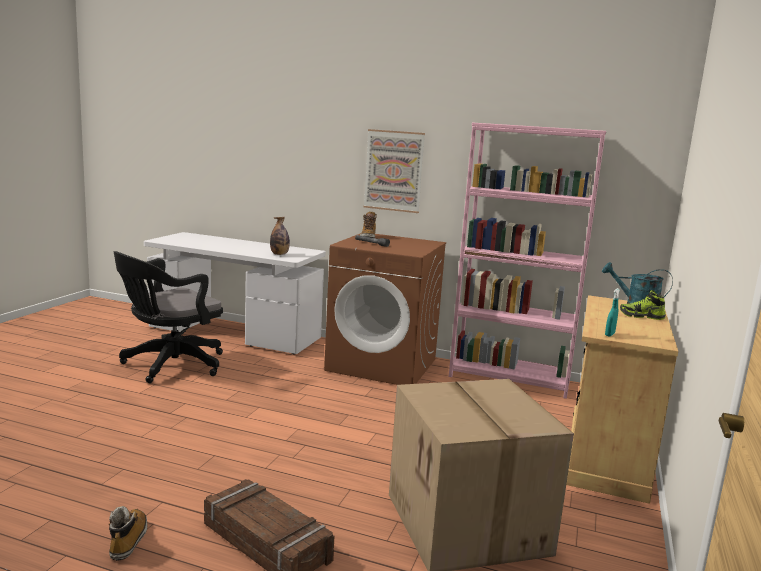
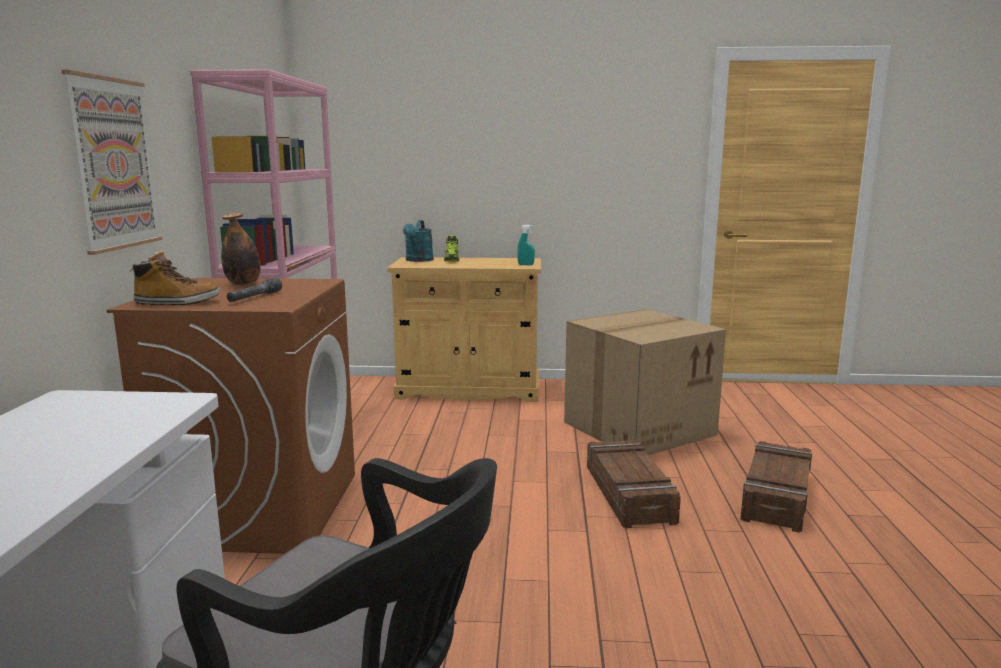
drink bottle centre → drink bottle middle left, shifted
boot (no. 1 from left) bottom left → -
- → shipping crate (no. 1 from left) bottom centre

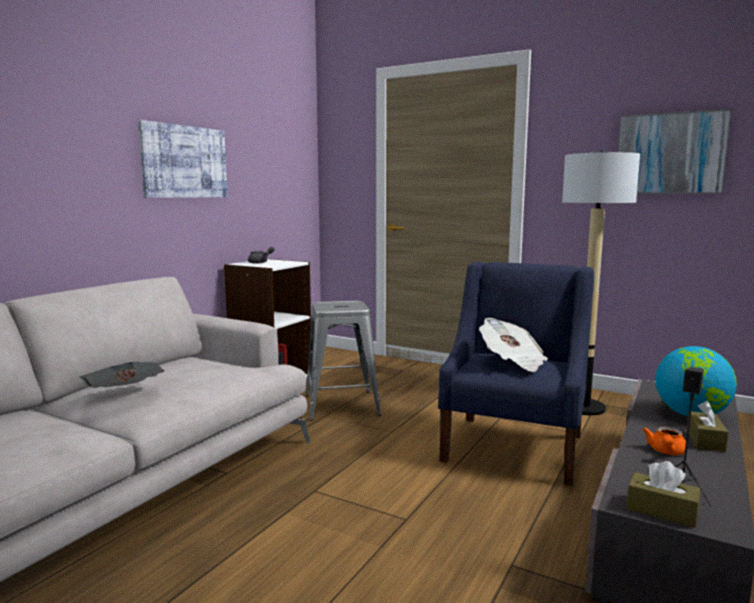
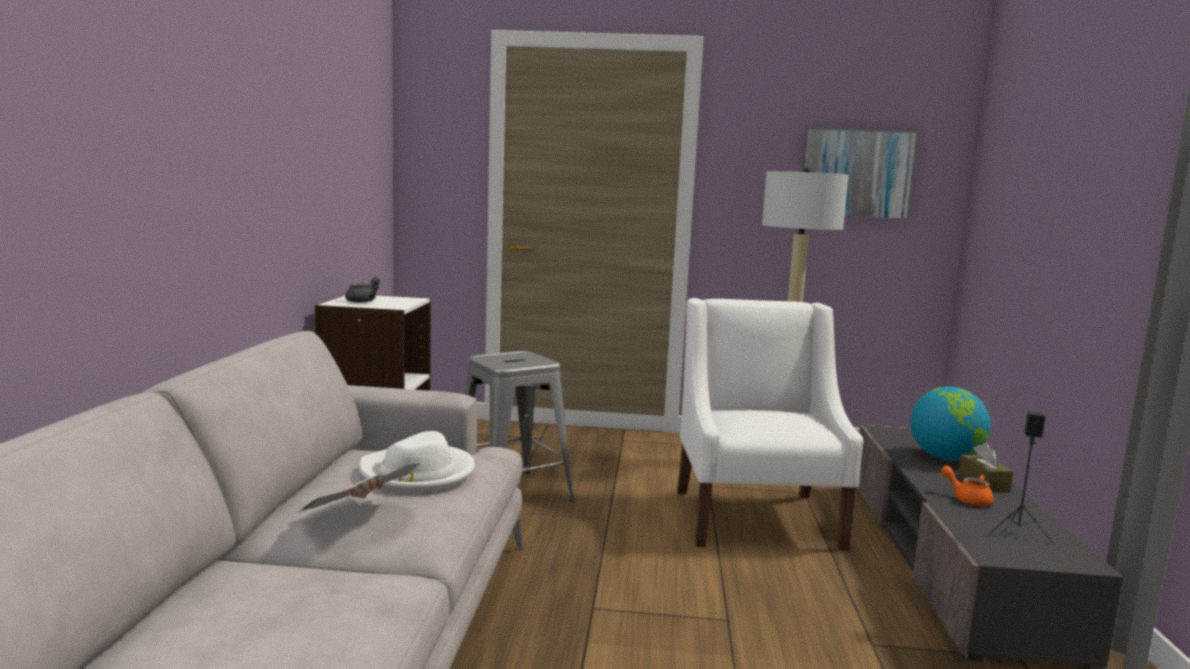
wall art (no. 1 from left) top left → -
lounge chair/blue middle right → lounge chair/white centre
newspaper (no. 2 from left) middle right → -
teapot/orange-coloured bottom right, 135 degrees clockwise
box of tissues/brownish (no. 1 from left) bottom right → -
- → clothing hat/white bottom centre

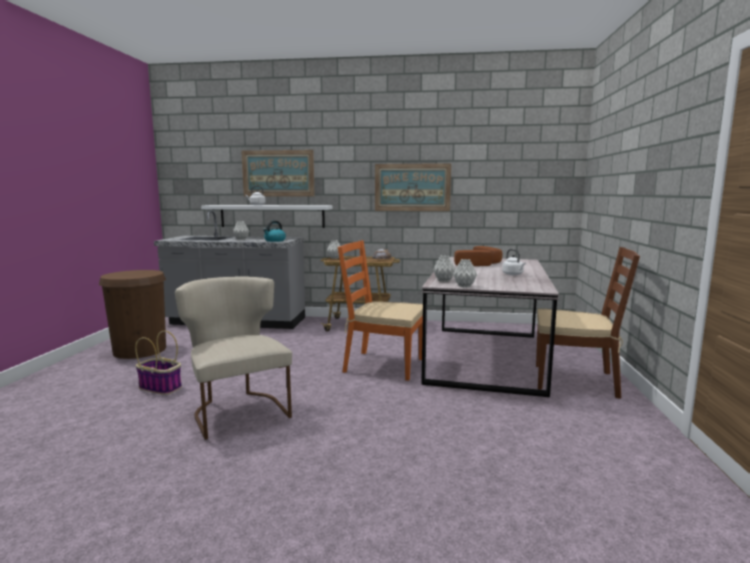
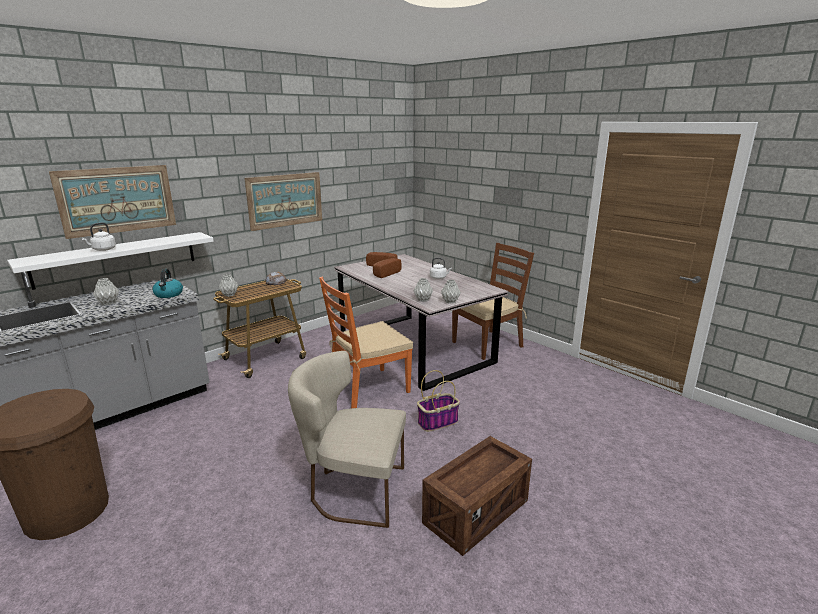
basket middle left → basket centre, shifted
- → shipping crate bottom centre

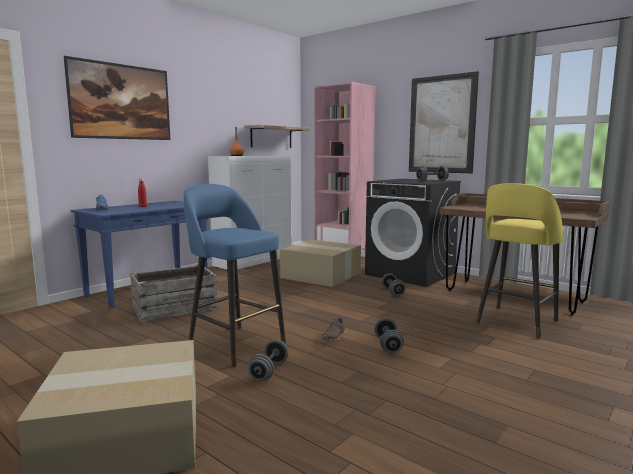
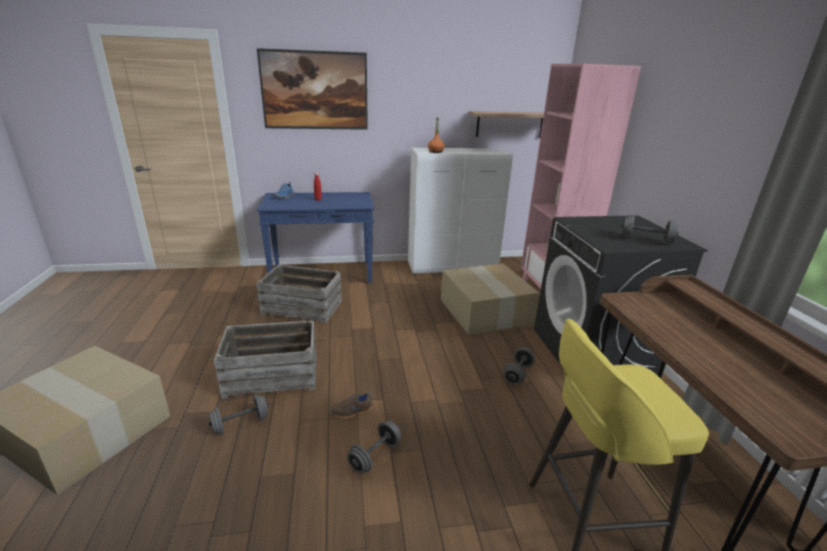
wall art (no. 2 from left) top right → -
sitting stool/blue centre → shipping crate (no. 1 from left) middle left

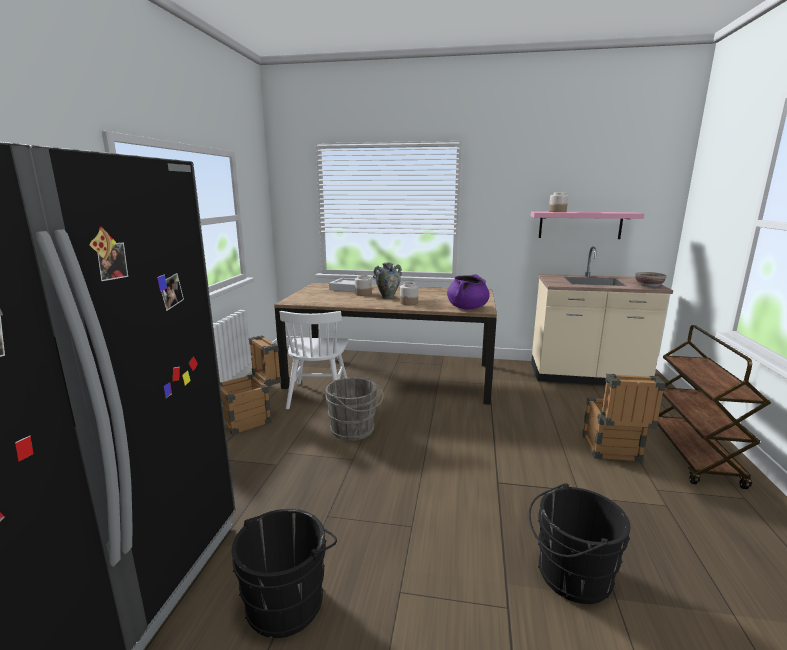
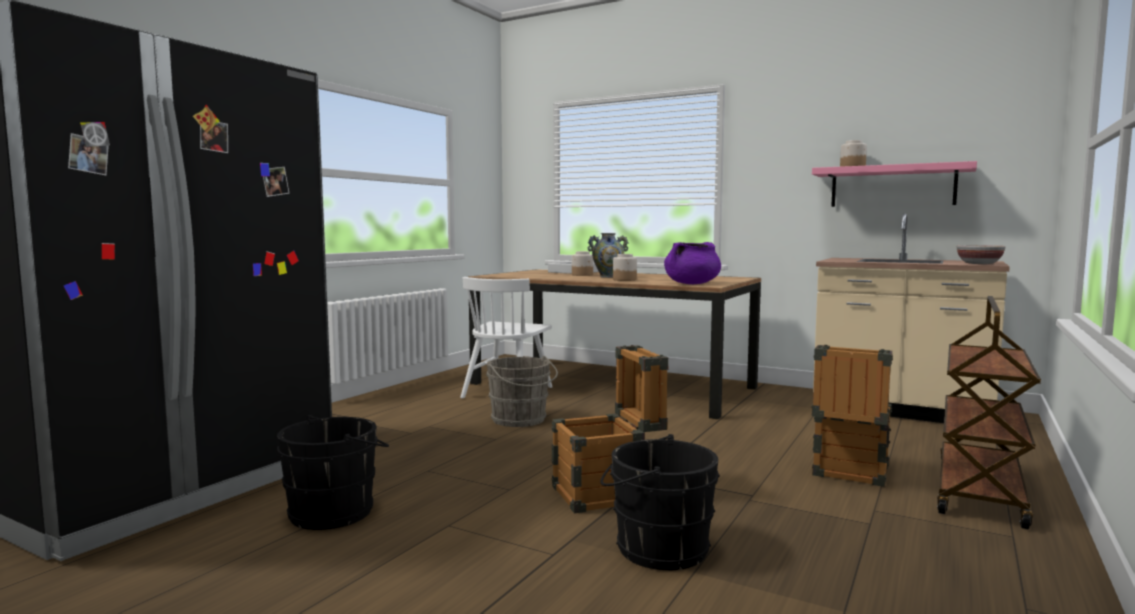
shipping crate (no. 1 from left) middle left → shipping crate (no. 1 from left) bottom centre, shifted

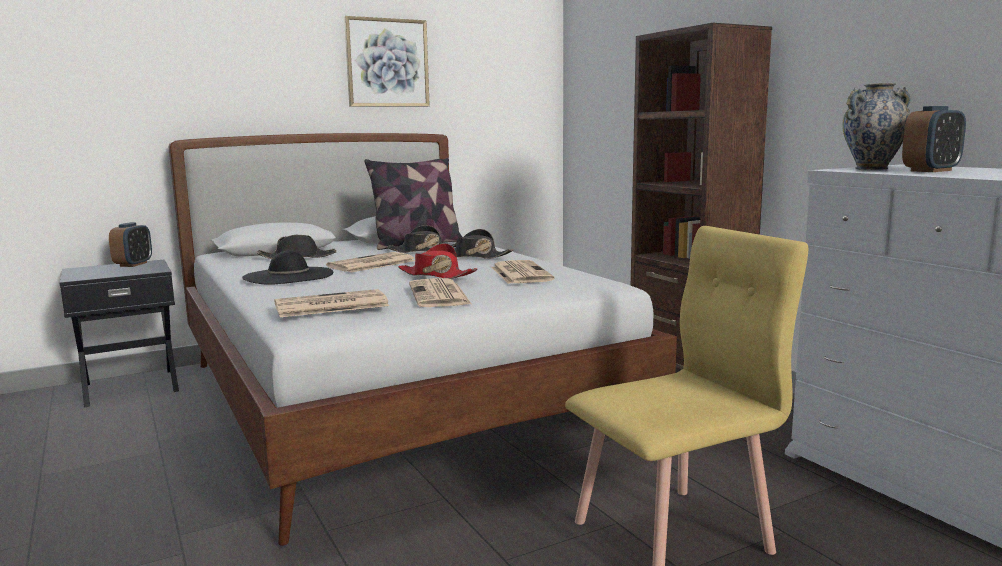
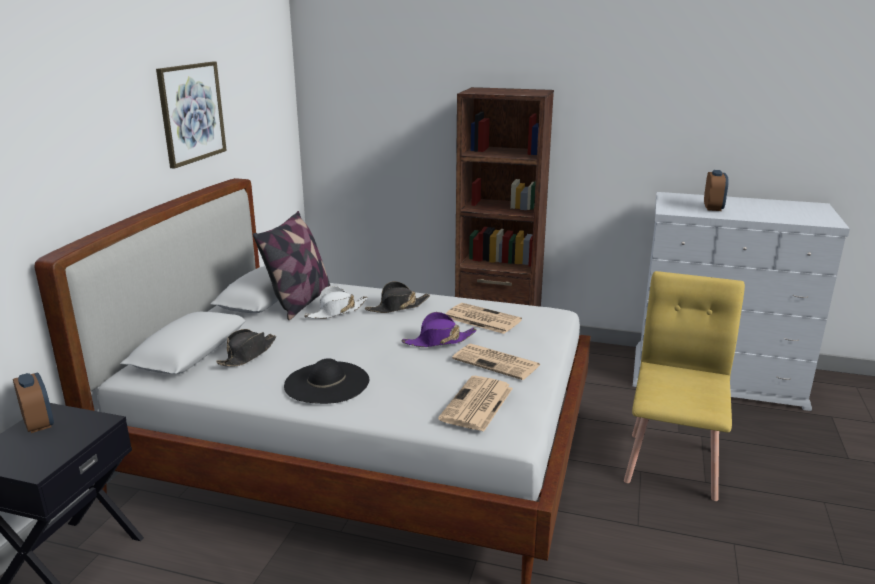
vase top right → -
clothing hat/blackish (no. 3 from left) centre → clothing hat/white centre
clothing hat/red-coloured centre → clothing hat/purple-coloured centre
newspaper (no. 2 from left) centre → -

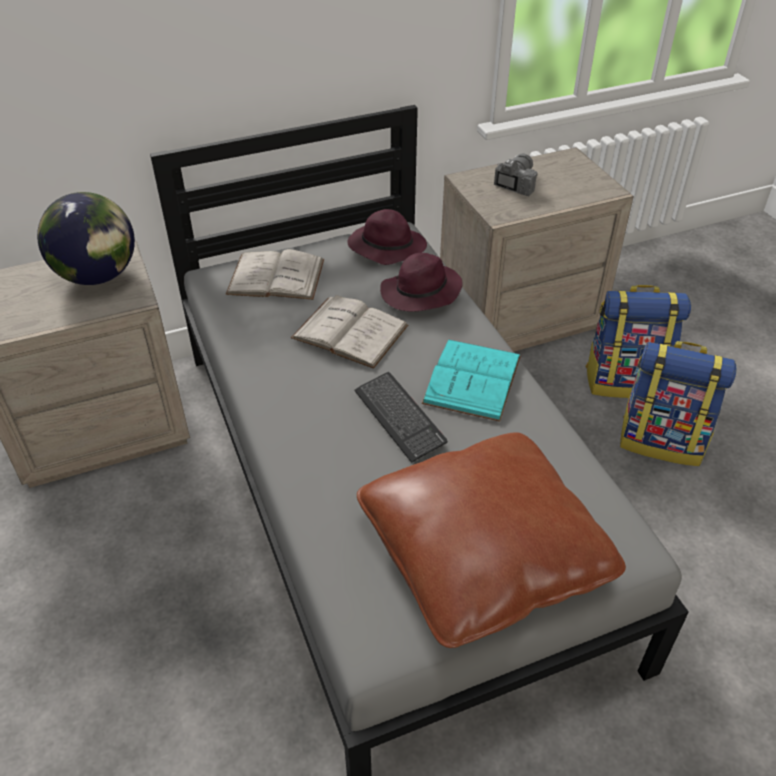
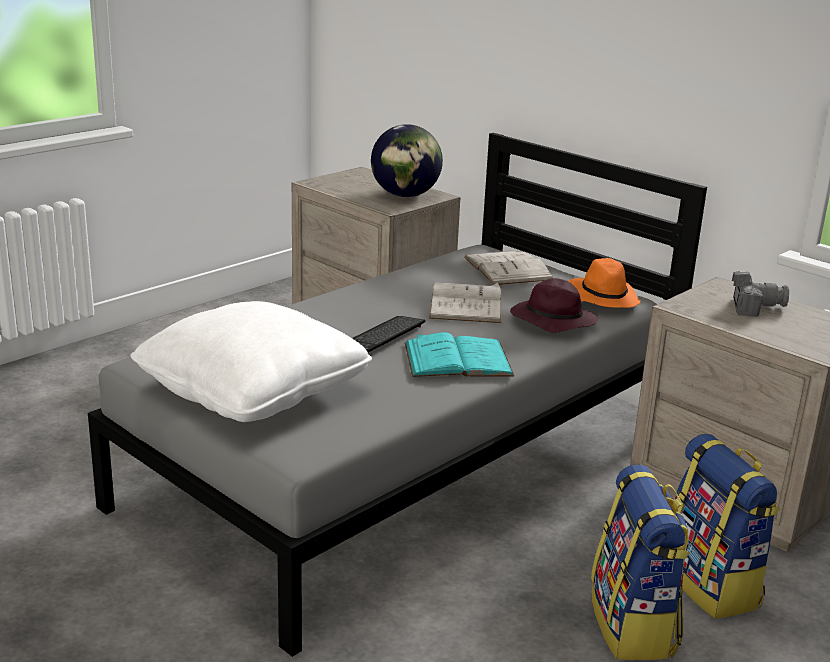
clothing hat/purple-coloured (no. 1 from left) top centre → clothing hat/orange-coloured middle right
cushion/brownish bottom centre → cushion/white middle left

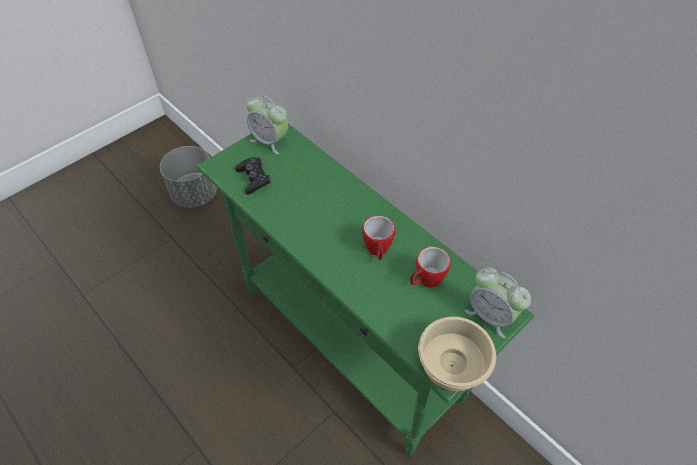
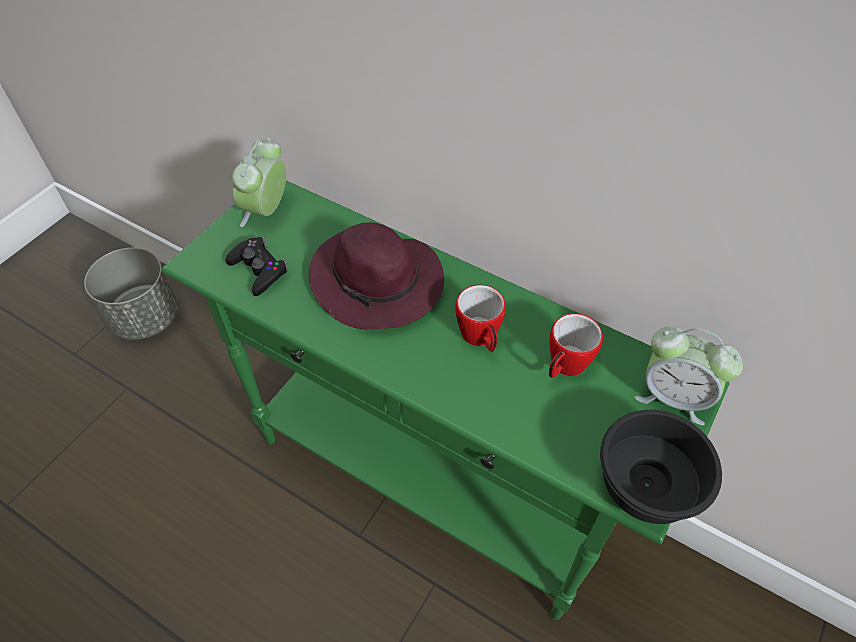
table clock (no. 1 from left) top centre → table clock (no. 1 from left) top left, 90 degrees clockwise
bowl/beige-coloured bottom centre → bowl/blackish bottom right
- → clothing hat/purple-coloured centre

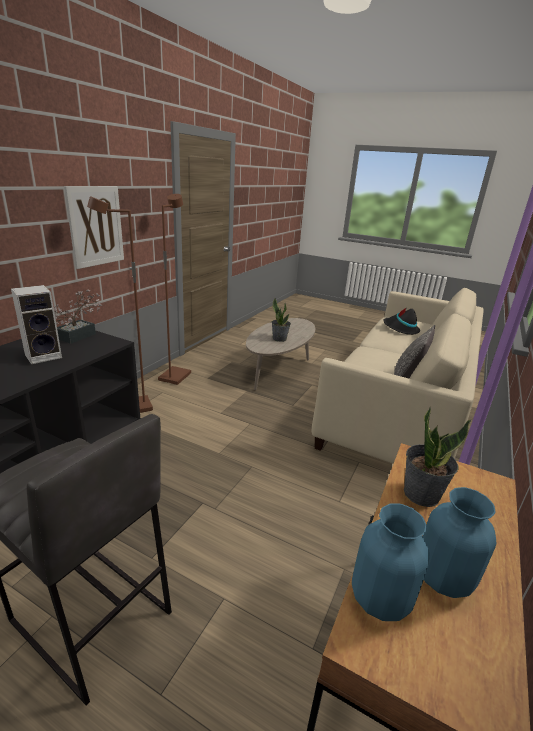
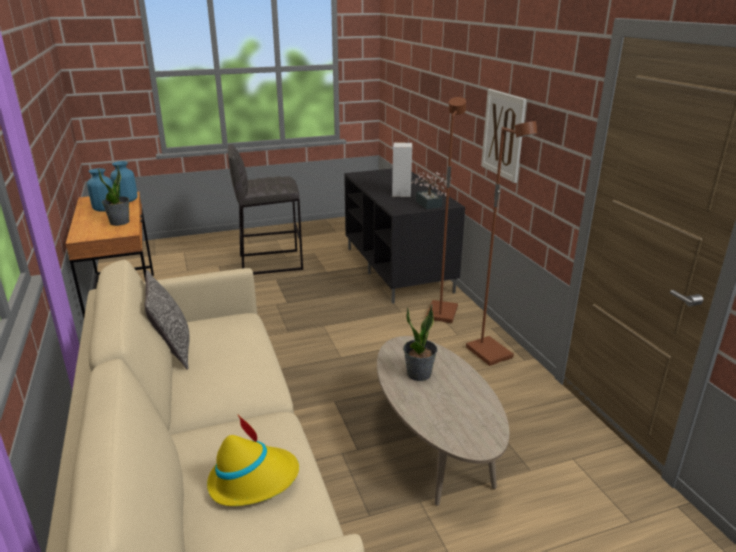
clothing hat/blackish middle right → clothing hat/yellow bottom centre

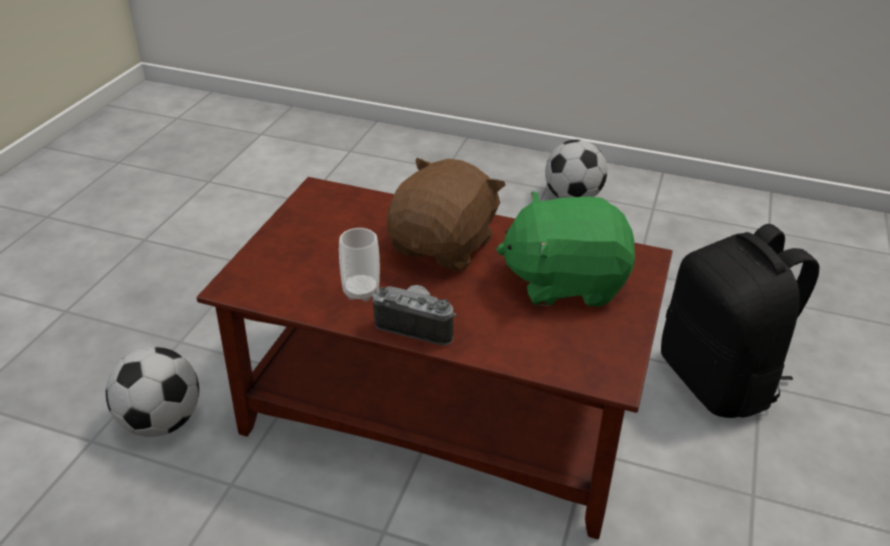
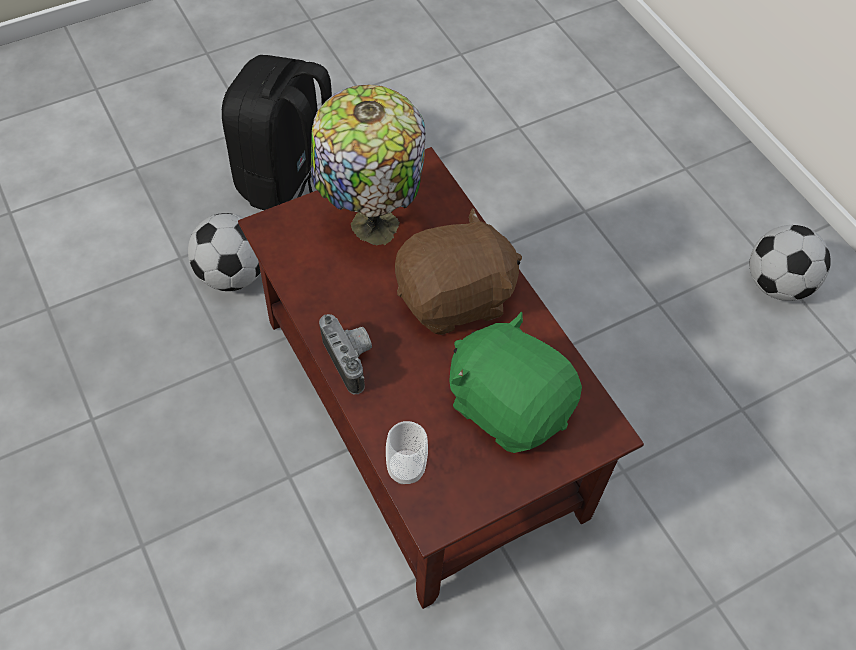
backpack/blackish middle right → backpack/blackish top left, shifted
drinking cup centre → drinking cup bottom centre, shifted
- → lamp for a table top centre

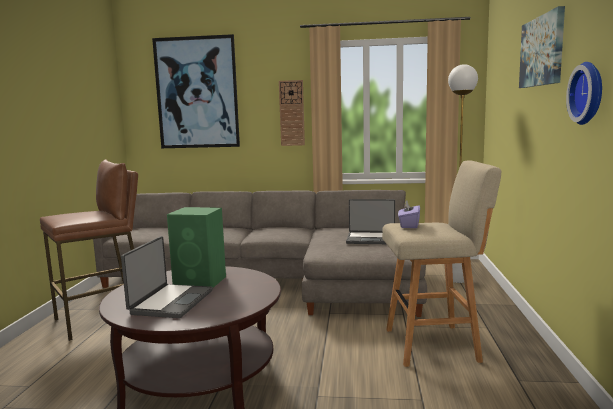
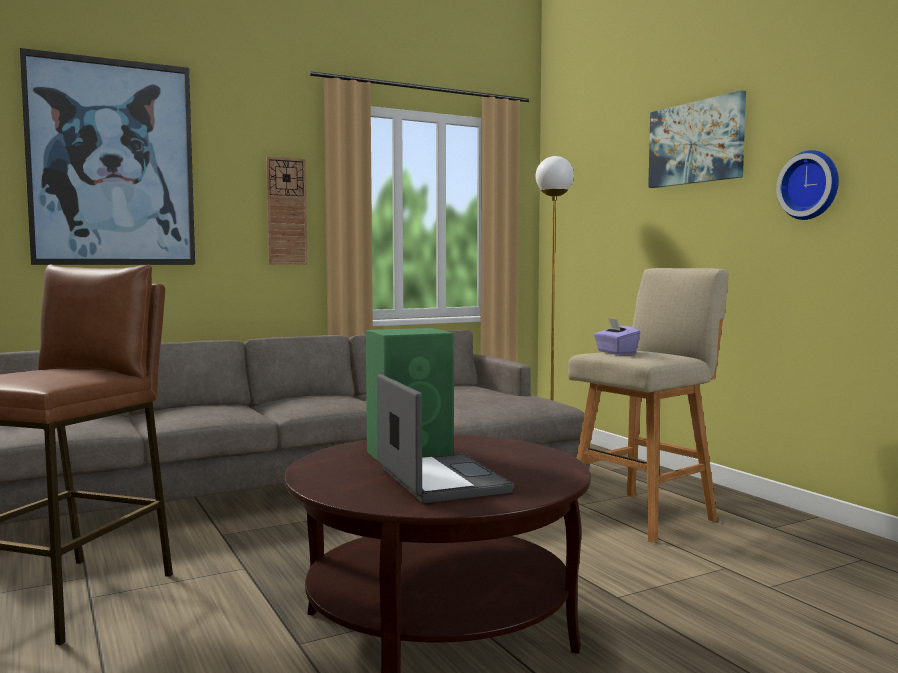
notebook computer (no. 2 from left) centre → -

